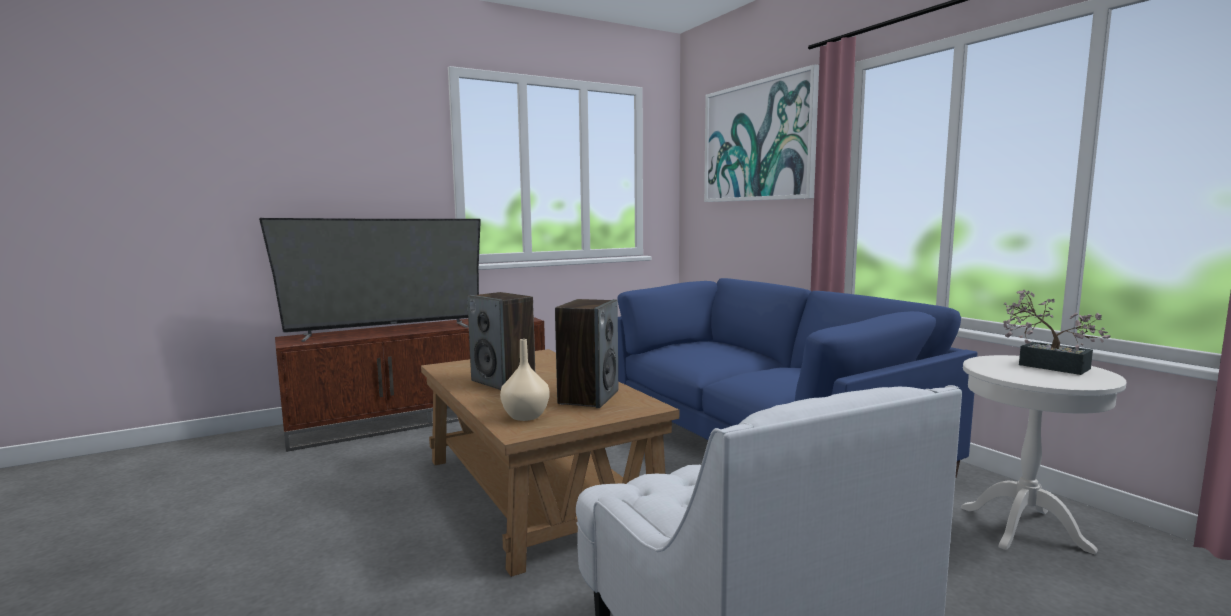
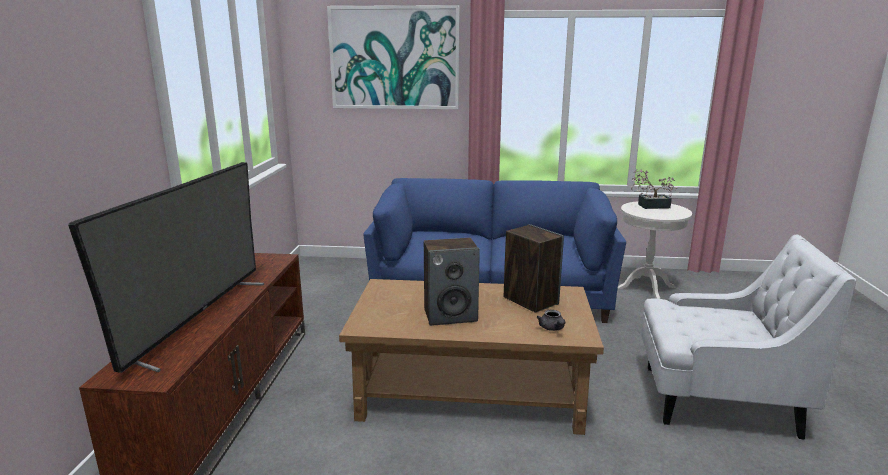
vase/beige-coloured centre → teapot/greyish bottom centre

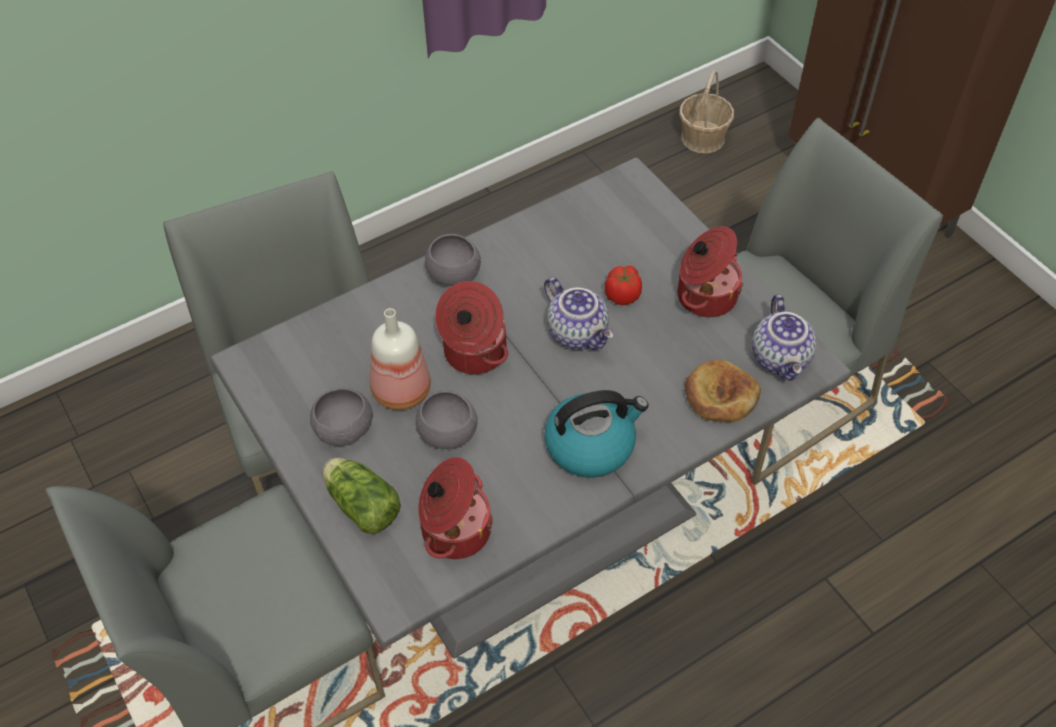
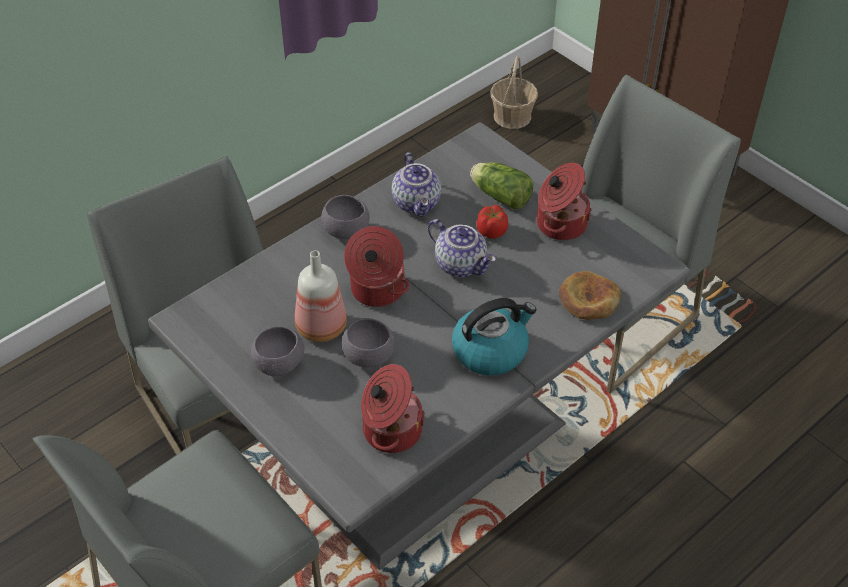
teapot (no. 2 from left in the first image) middle right → teapot (no. 1 from left) top centre, shifted
lettuce bottom centre → lettuce top centre, shifted

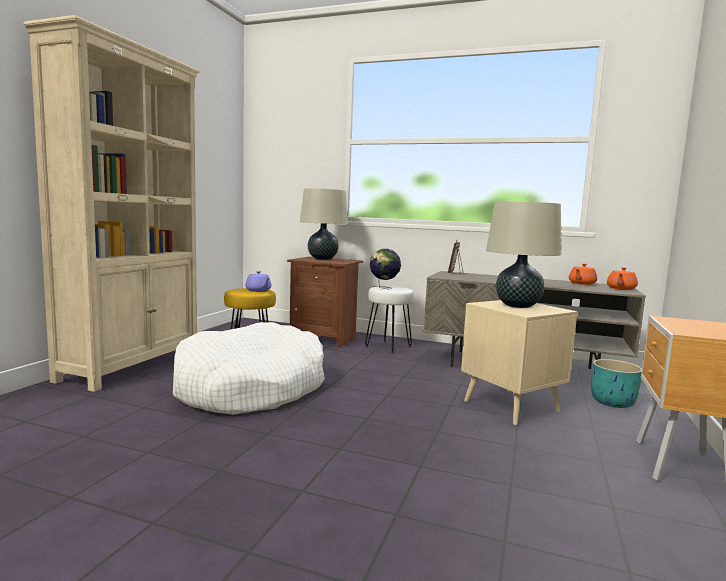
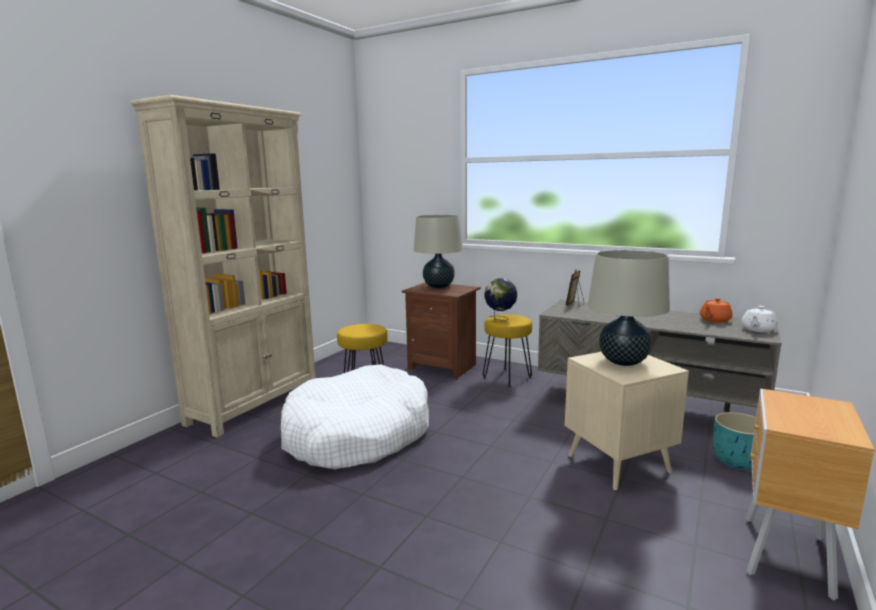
teapot/orange-coloured (no. 2 from left) middle right → teapot/white middle right
teapot/purple-coloured centre → -
sitting stool/white centre → sitting stool/yellow (no. 2 from left) centre

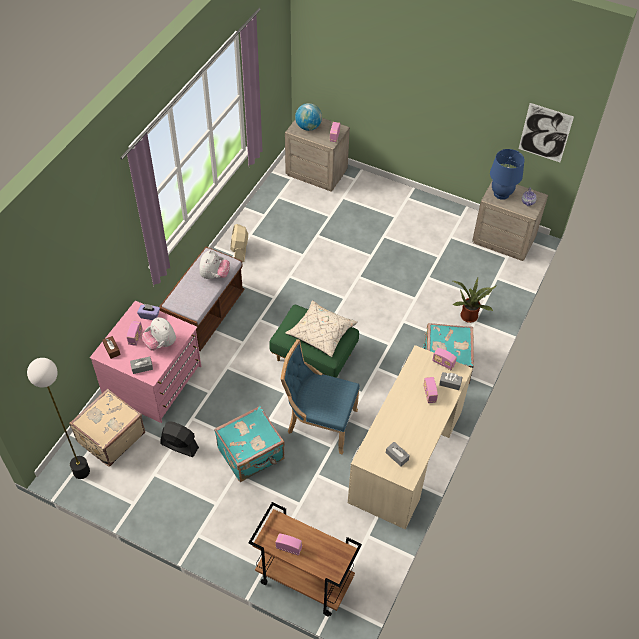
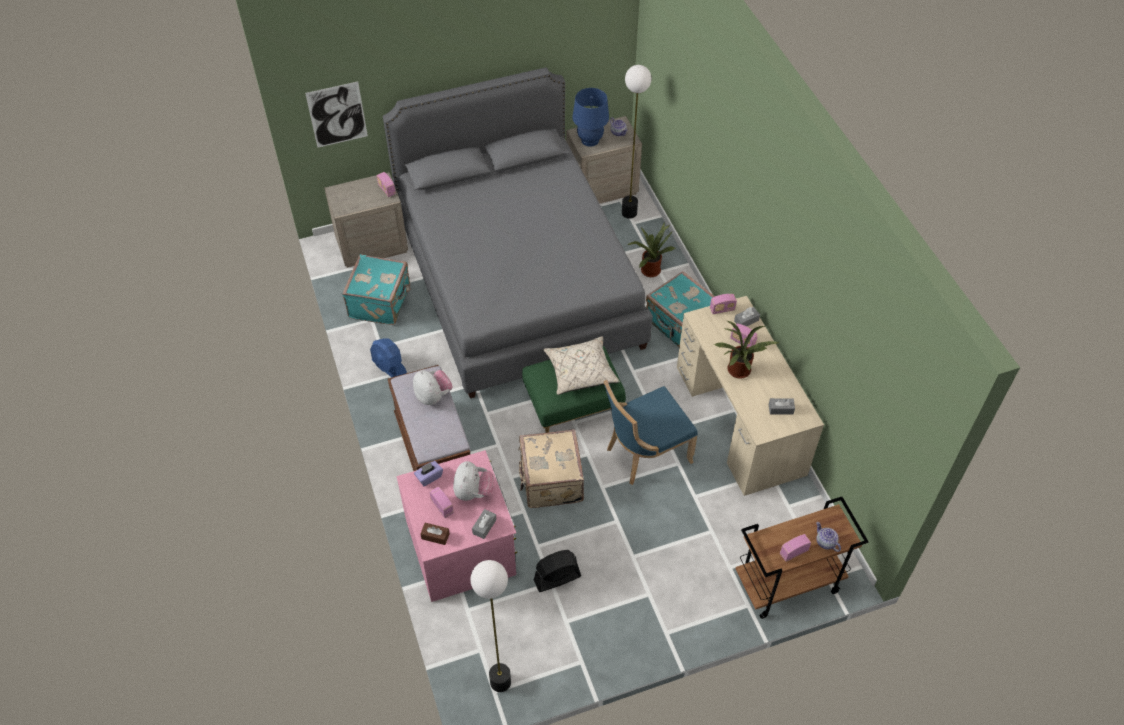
desk globe top centre → -
wall art top right → wall art top left, shifted
electric fan/beige-coloured centre → electric fan/blue centre
plush toy (no. 1 from left in the first image) middle left → plush toy (no. 2 from left) centre, 90 degrees counterclockwise
piece of luggage/beige-coloured bottom left → piece of luggage/beige-coloured centre, shifted
piece of luggage/turquoise-coloured (no. 1 from left) bottom centre → piece of luggage/turquoise-coloured (no. 1 from left) centre, shifted
- → standing lamp (no. 2 from left) top centre
- → bedroom bed/greyish top centre
- → potted plant (no. 2 from left) centre
- → teapot (no. 2 from left) bottom right

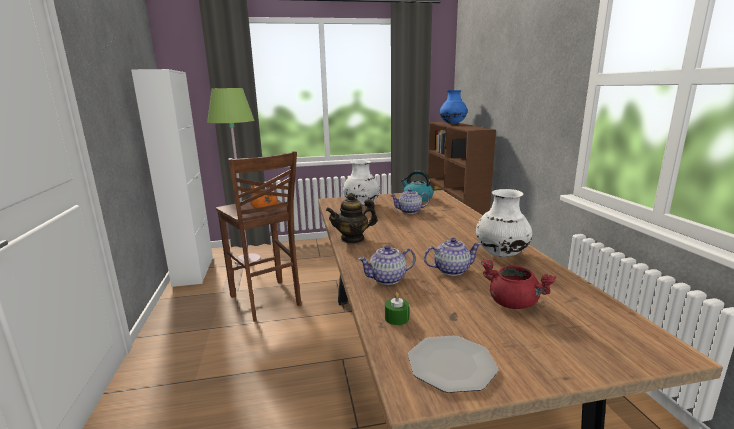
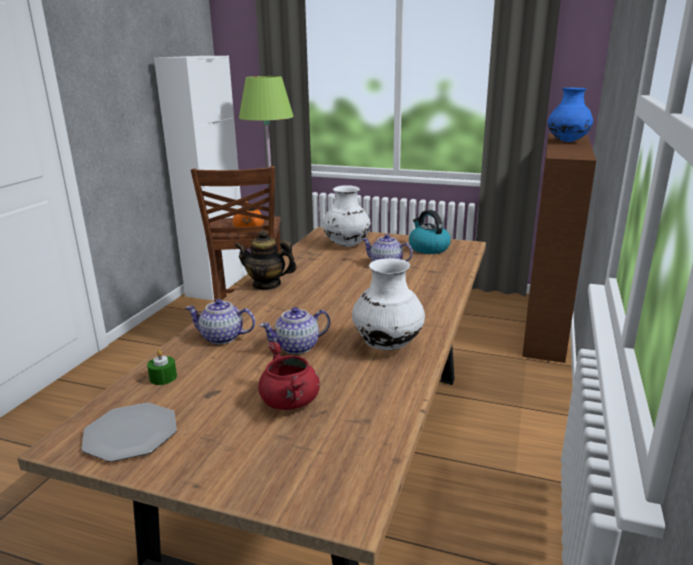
teapot (no. 4 from left in the first image) centre → teapot (no. 3 from left) centre, 135 degrees clockwise

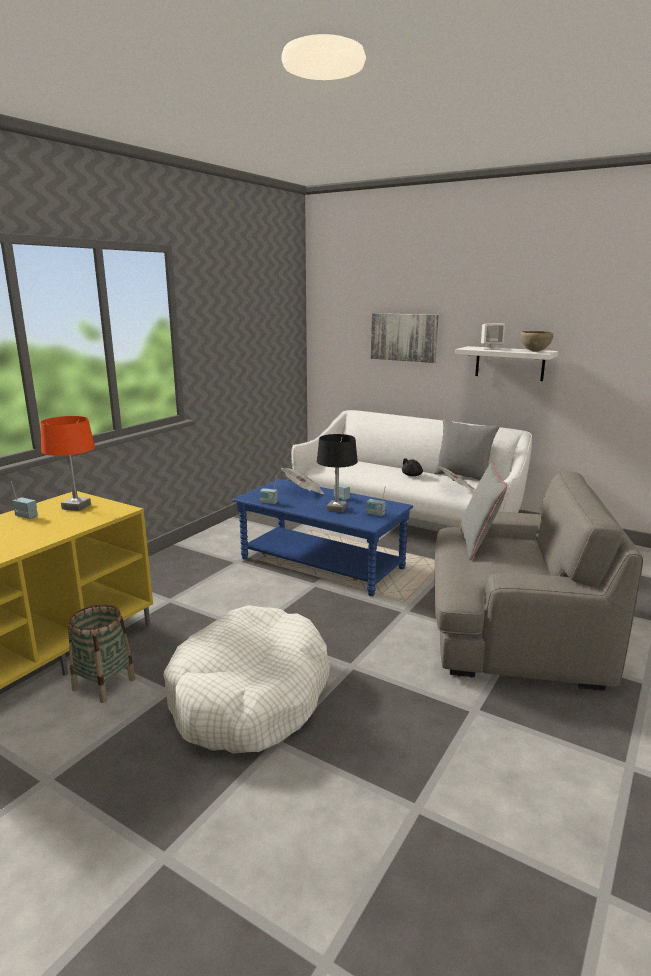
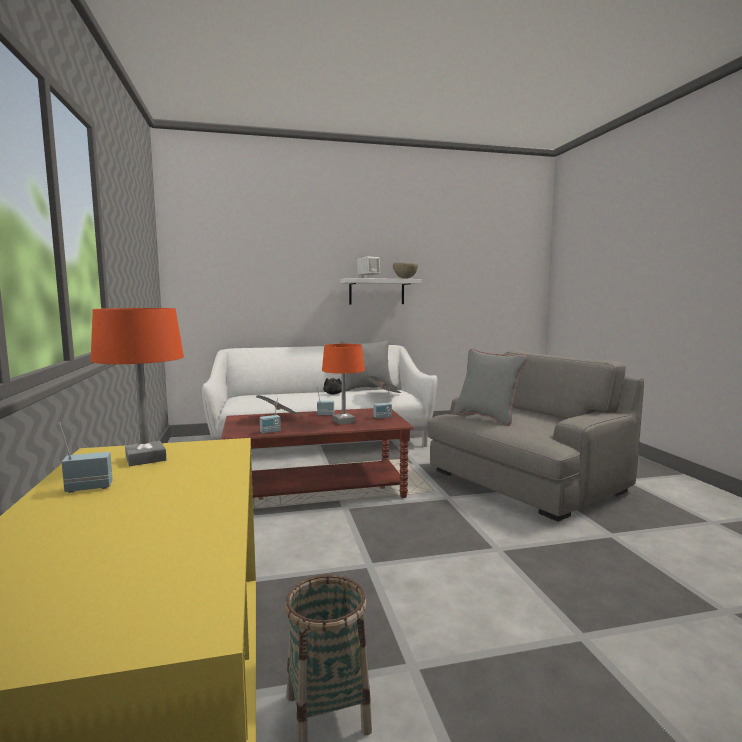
wall art centre → -
lamp for a table/blackish centre → lamp for a table/orange-coloured (no. 2 from left) centre
lounge table/blue centre → lounge table/brownish centre
dog bed/white bottom centre → -

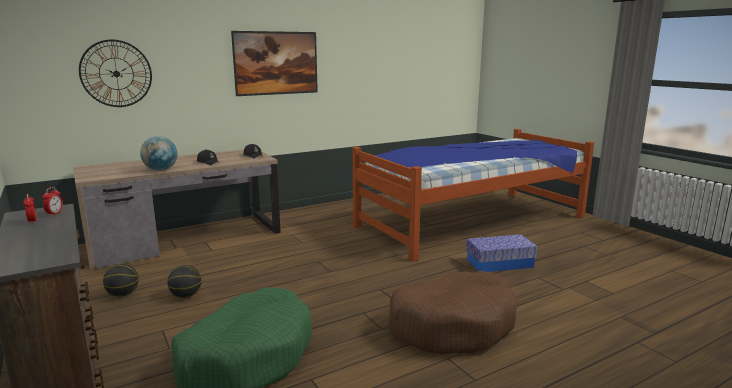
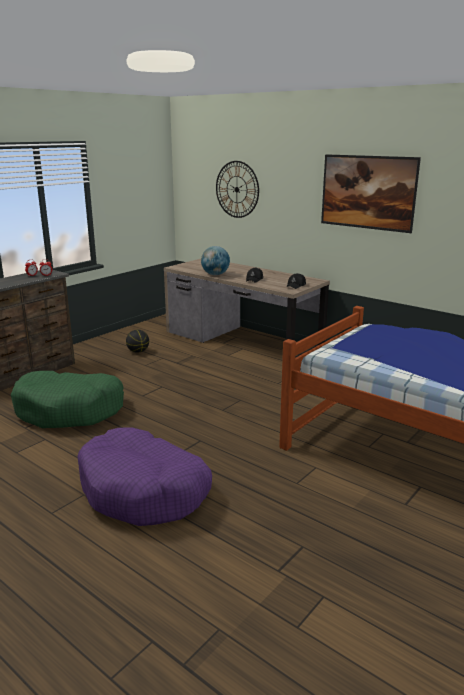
storage bin middle right → -
basketball ball (no. 2 from left) bottom left → -
dog bed/brownish bottom centre → dog bed/purple-coloured bottom left

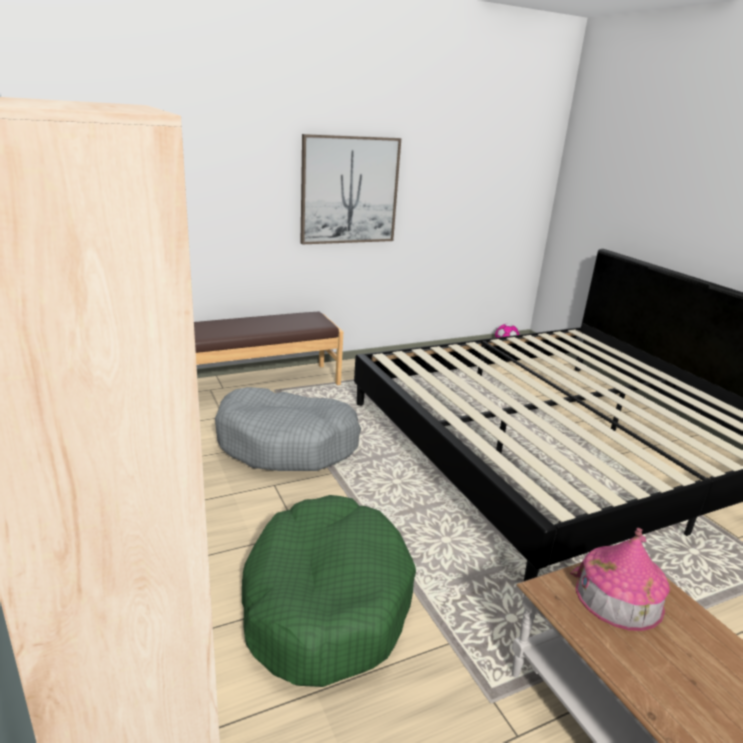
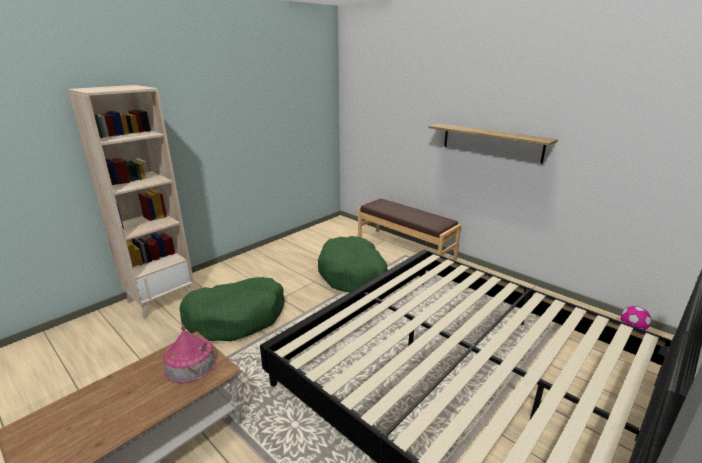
wall art top centre → wall shelf top right
dog bed/greyish centre → dog bed/greenish (no. 2 from left) centre

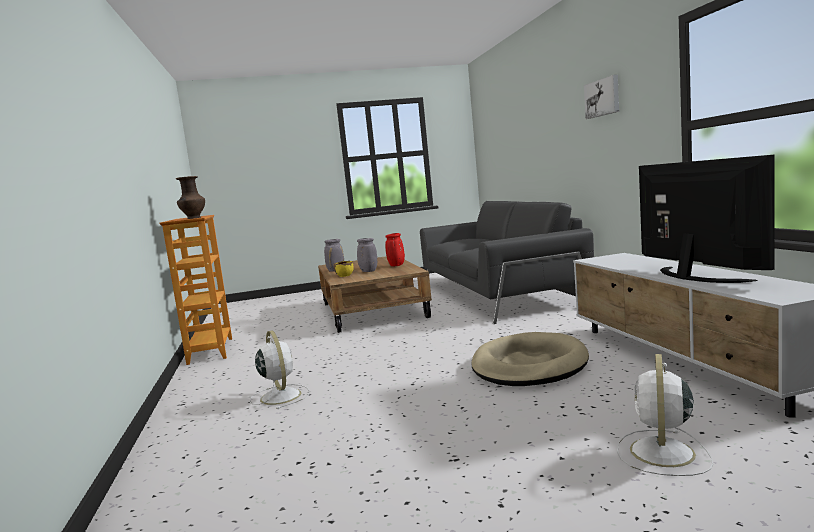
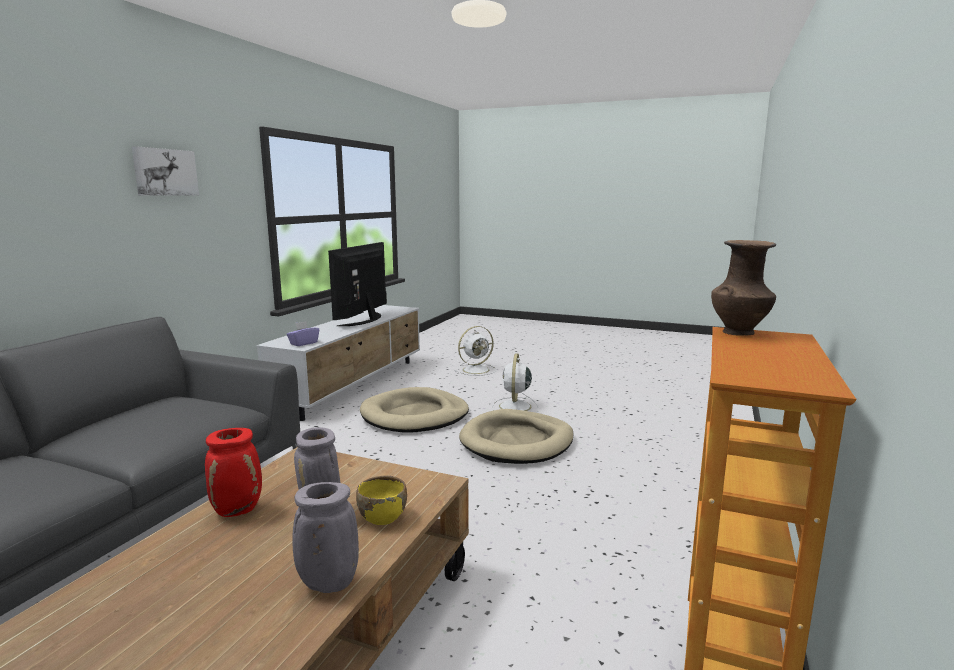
electric fan/white (no. 1 from left in the first image) bottom centre → electric fan/white (no. 2 from left) centre, shifted
- → box of tissues/purple-coloured middle left
- → dog bed/beige-coloured (no. 2 from left) centre

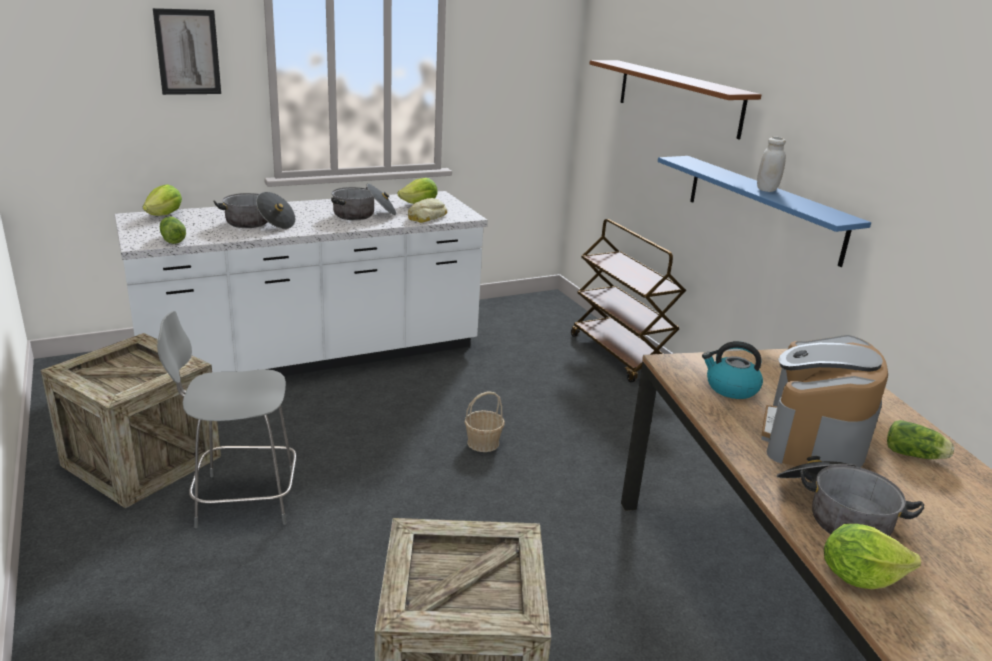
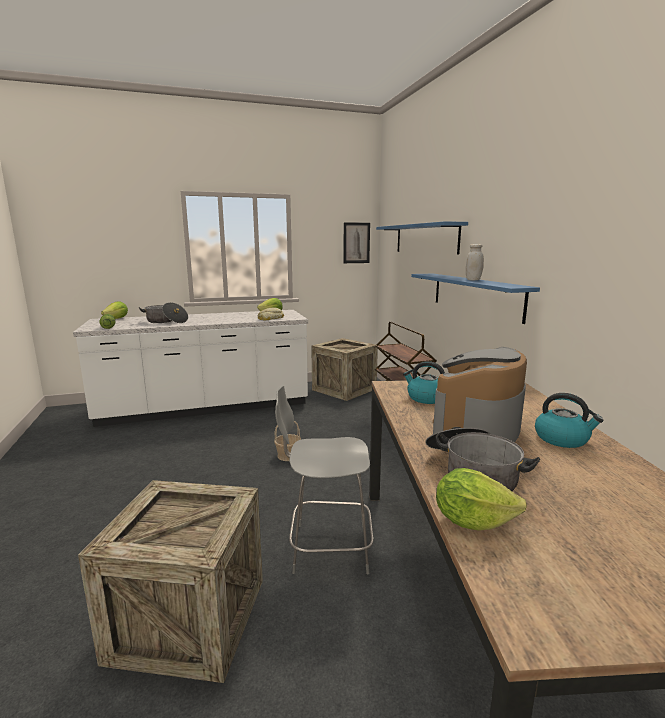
wall art top left → wall art centre, shifted
wall shelf/brownish top right → wall shelf/blue (no. 1 from left) top centre
saucepot (no. 2 from left) top centre → -
chair/greyish middle left → chair/greyish bottom centre, shifted
shipping crate (no. 1 from left in the first image) middle left → shipping crate (no. 2 from left) centre, shifted
lettuce (no. 5 from left) middle right → water kettle (no. 2 from left) middle right

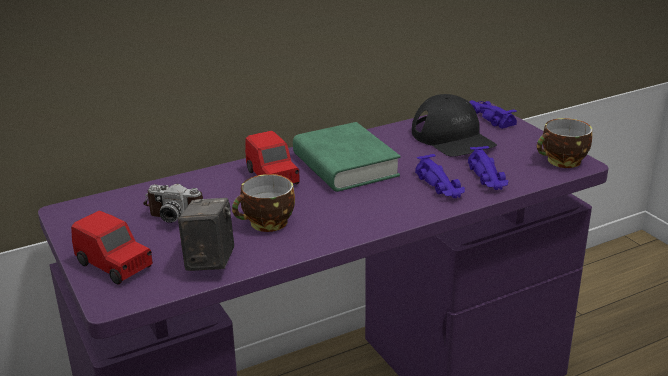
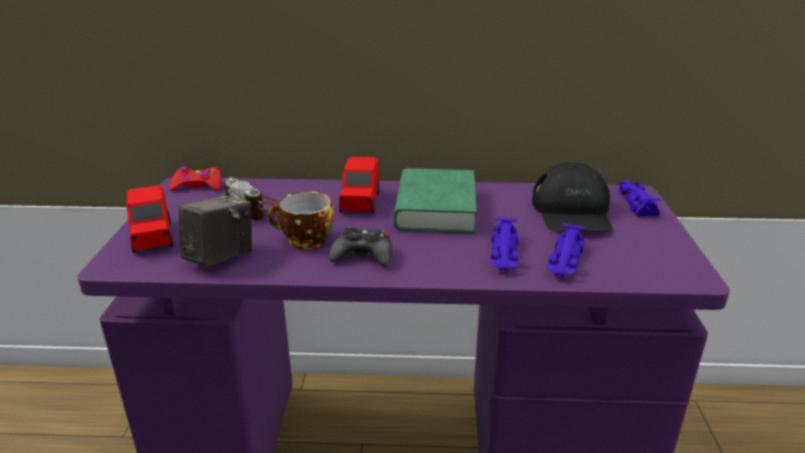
drinking cup (no. 2 from left) middle right → -
- → joypad/red-coloured middle left
- → joypad/blackish centre

